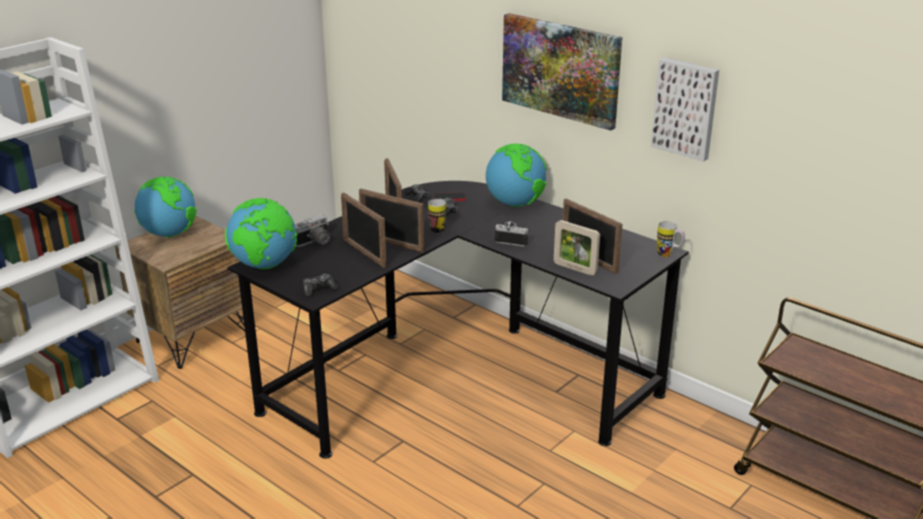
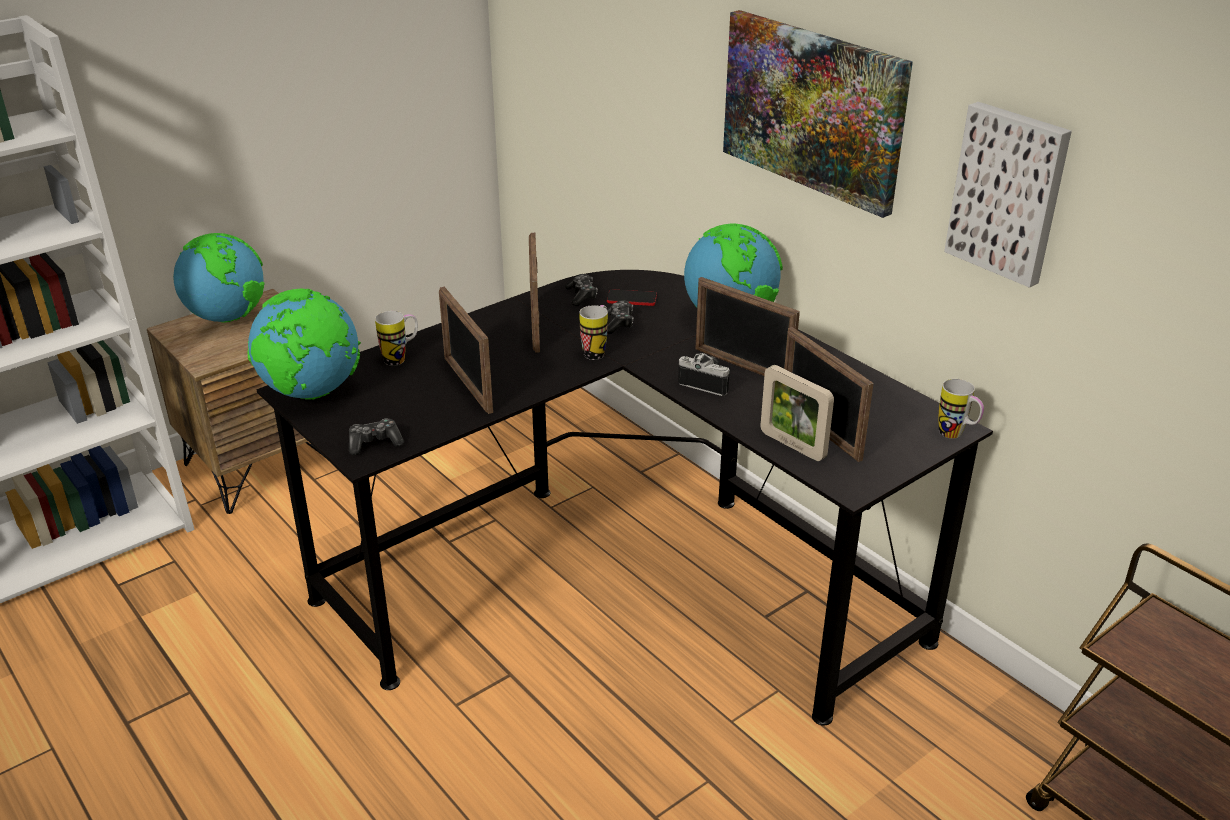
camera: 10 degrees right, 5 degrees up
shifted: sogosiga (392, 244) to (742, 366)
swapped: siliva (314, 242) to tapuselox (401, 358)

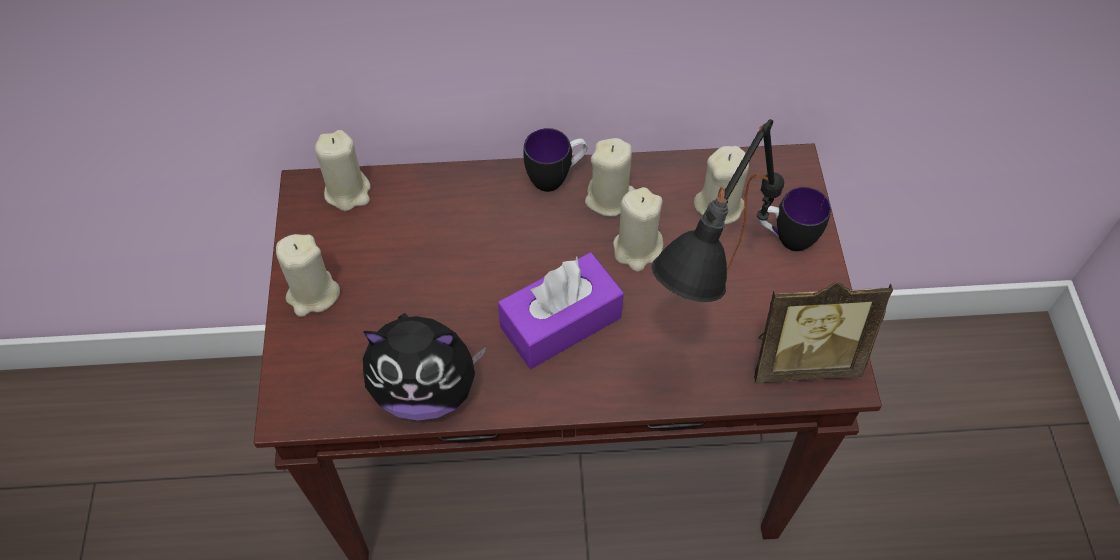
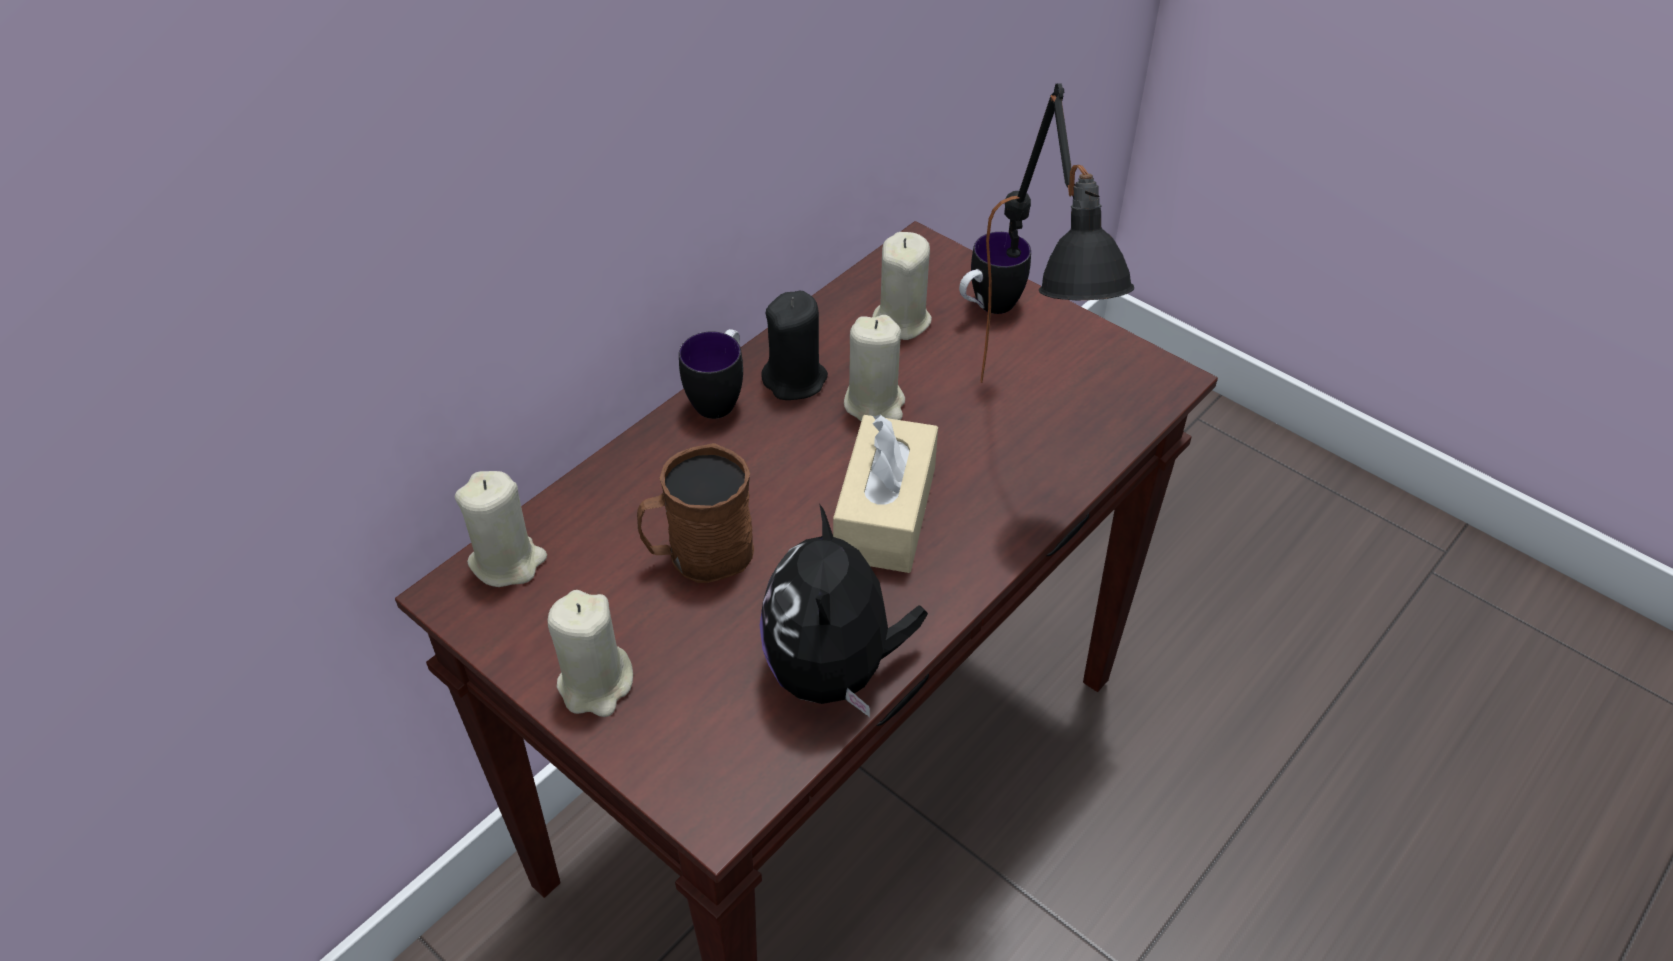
camera: 45 degrees left, 10 degrees down
gone: sogosiga (802, 360)
new: tapuselox (brown) (699, 554)
repainted: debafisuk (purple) (560, 322) to debafisuk (beige) (885, 513); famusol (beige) (610, 198) to famusol (black) (795, 380)
rotated: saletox (426, 389) = (834, 671) 135 degrees clockwise

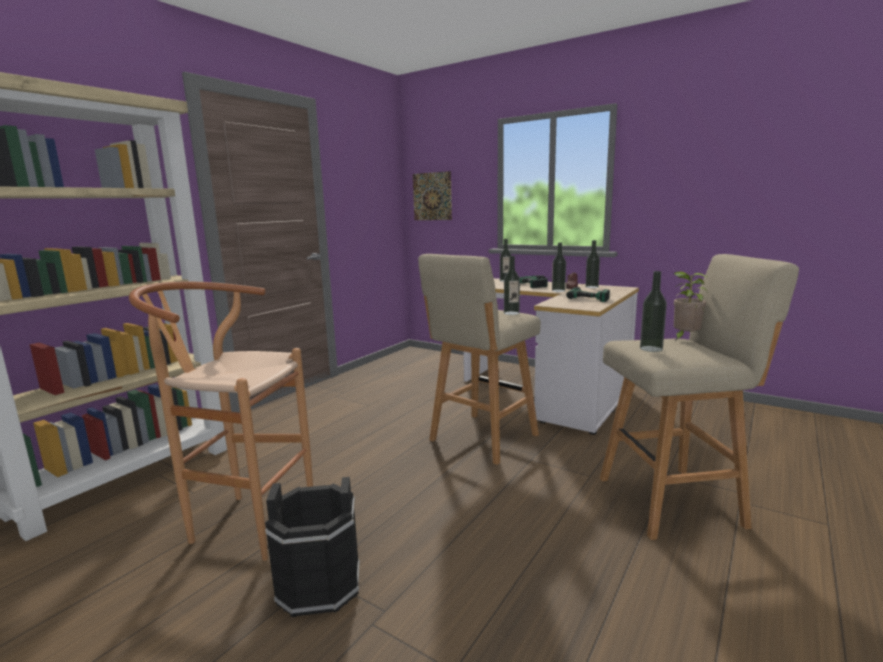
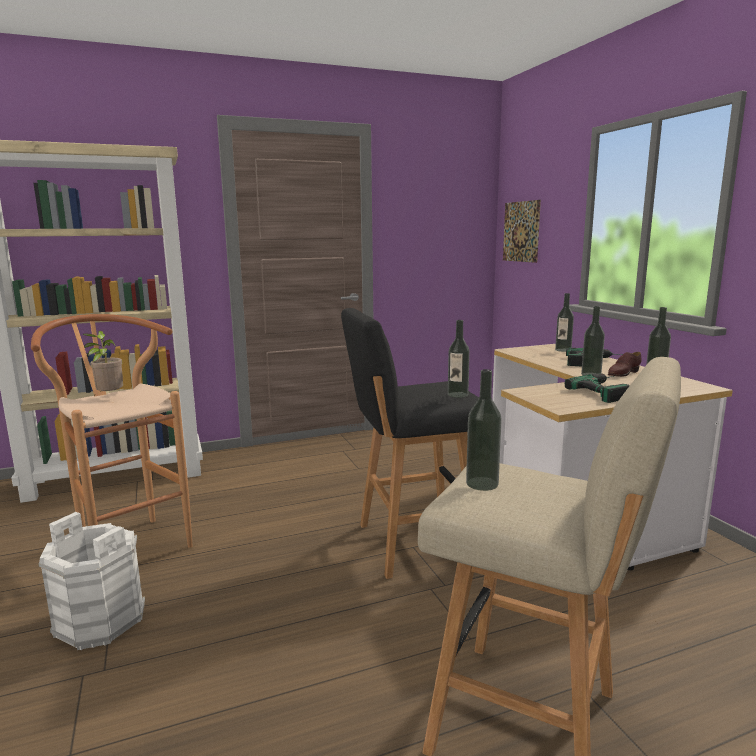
camera: 35 degrees right, 0 degrees up
shifted: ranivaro (684, 338) to (109, 397)
repainted: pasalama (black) (319, 584) to pasalama (white) (101, 620); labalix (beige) (481, 439) to labalix (black) (412, 543)

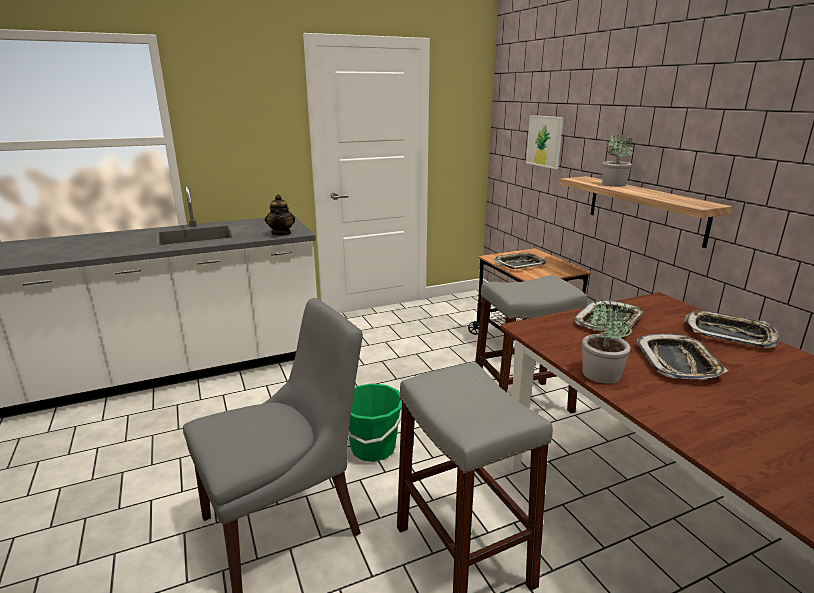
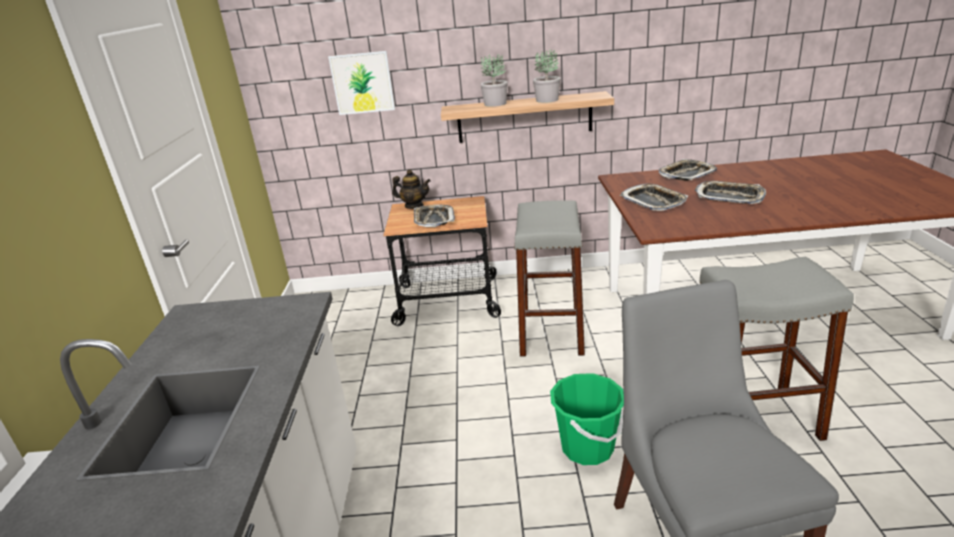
camera: 65 degrees left, 5 degrees up
shifted: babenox (281, 233) to (414, 206); ranivaro (601, 374) to (547, 100)

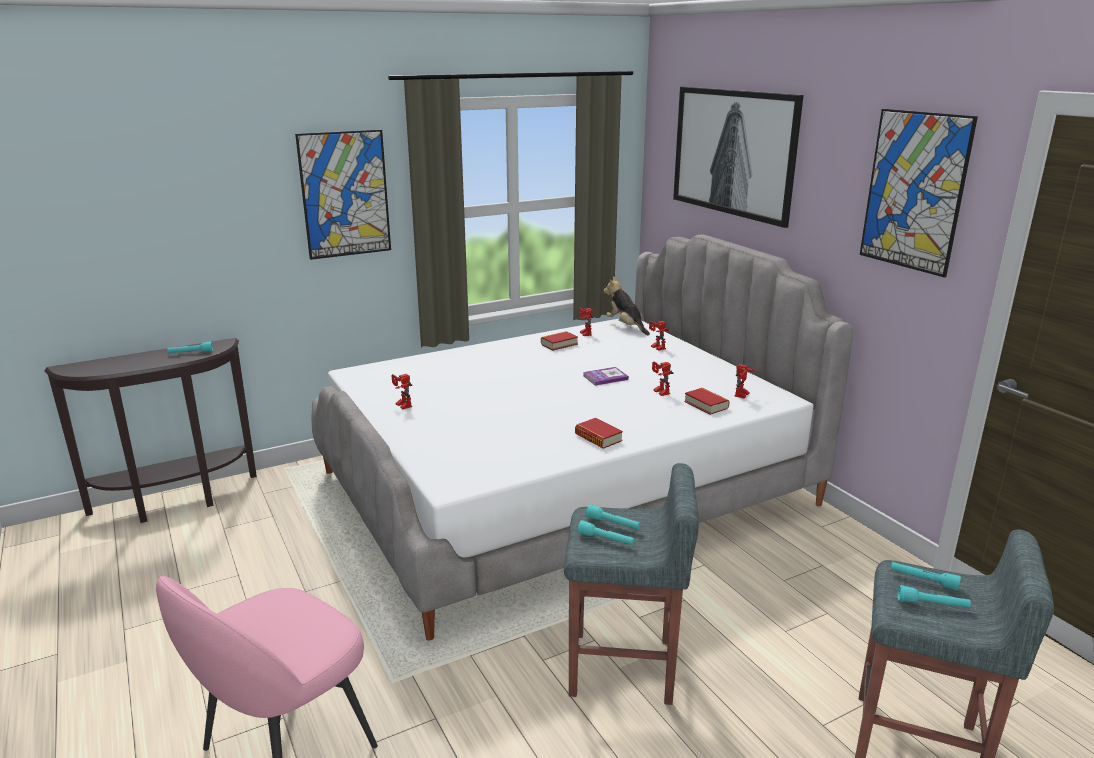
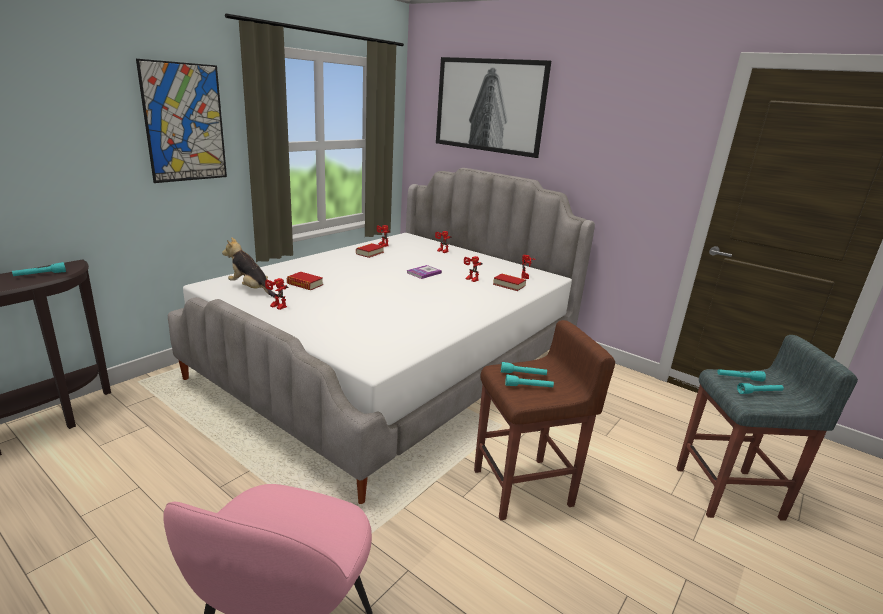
camera: 25 degrees left, 0 degrees up
gone: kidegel (914, 191)
shifted: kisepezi (598, 437) to (305, 284); saletox (625, 326) to (251, 289)
repainted: labalix (grey) (623, 668) to labalix (brown) (524, 487)

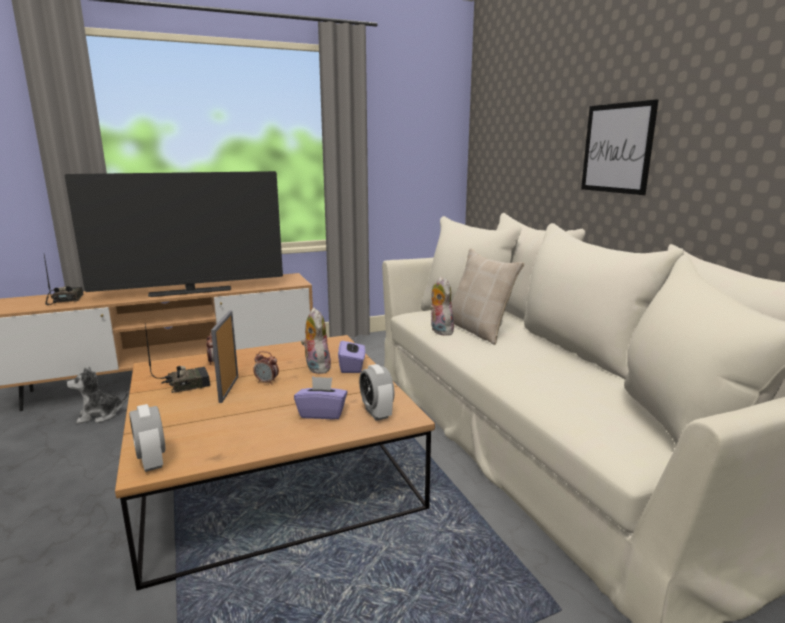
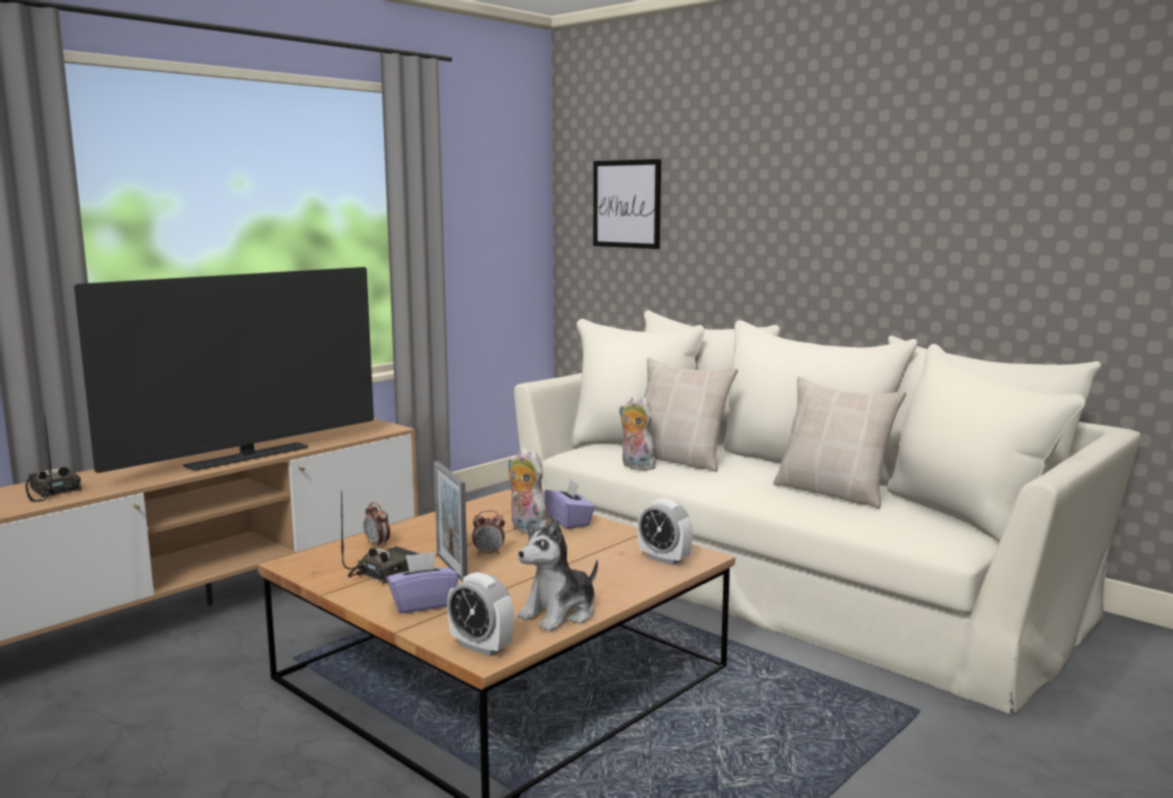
camera: 25 degrees left, 5 degrees down
new: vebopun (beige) (833, 492)
shifted: saletox (100, 415) to (560, 613); debafisuk (purple) (322, 413) to (423, 604); kidegel (617, 148) to (626, 204)

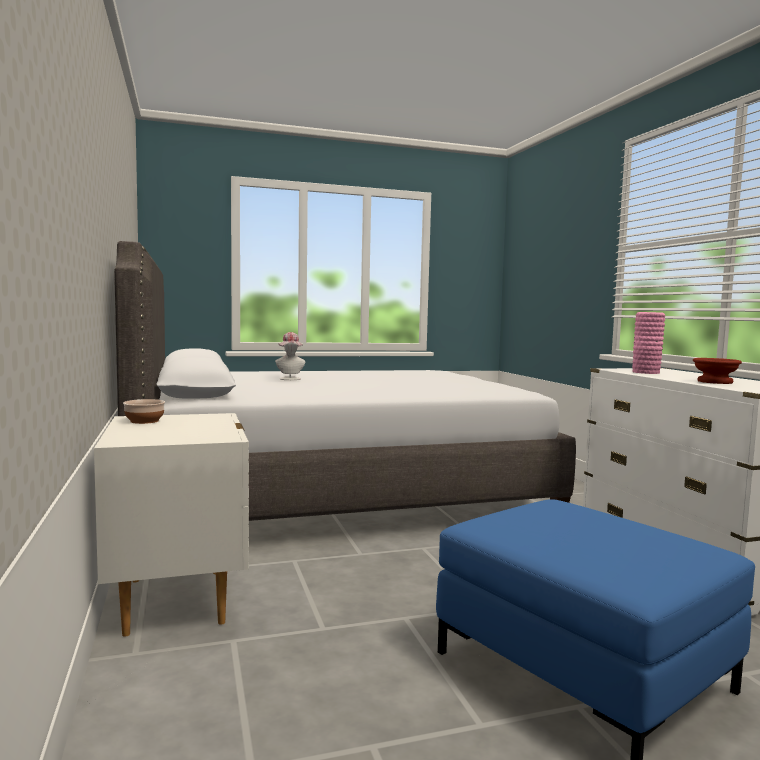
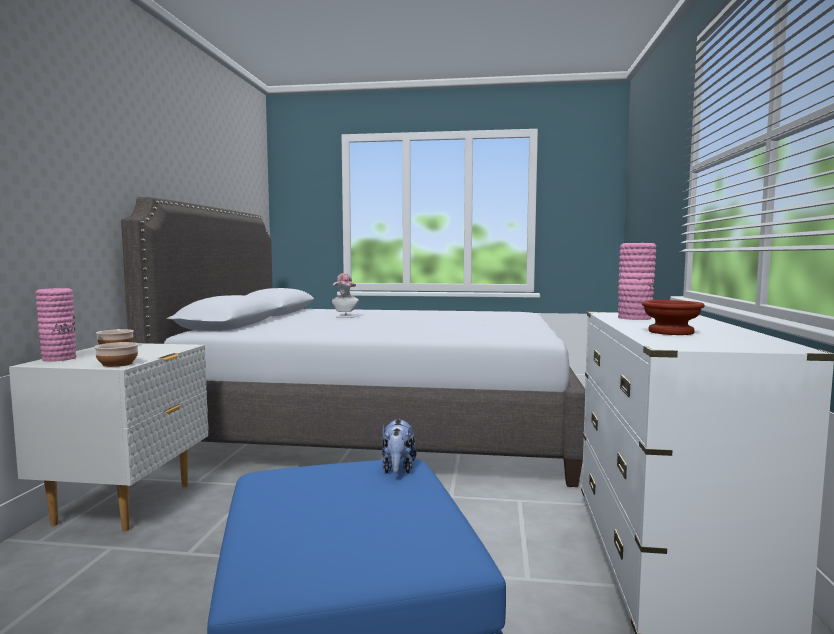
camera: 25 degrees right, 0 degrees up
new: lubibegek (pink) (59, 358); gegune (118, 364); saletox (398, 469)

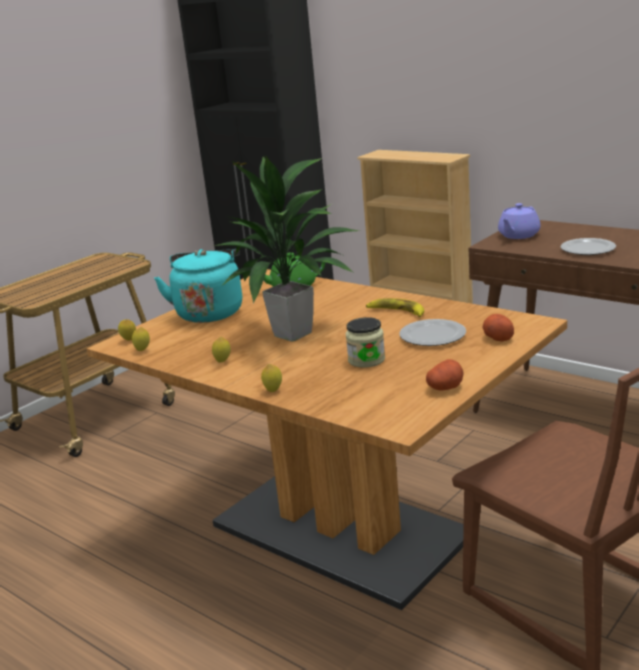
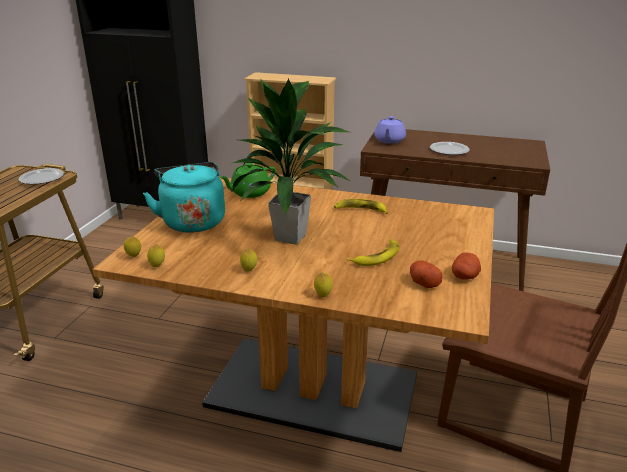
camera: 25 degrees left, 5 degrees up
shifted: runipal (432, 336) to (42, 178); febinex (498, 337) to (423, 282)
swapped: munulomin (366, 360) to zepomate (377, 256)

